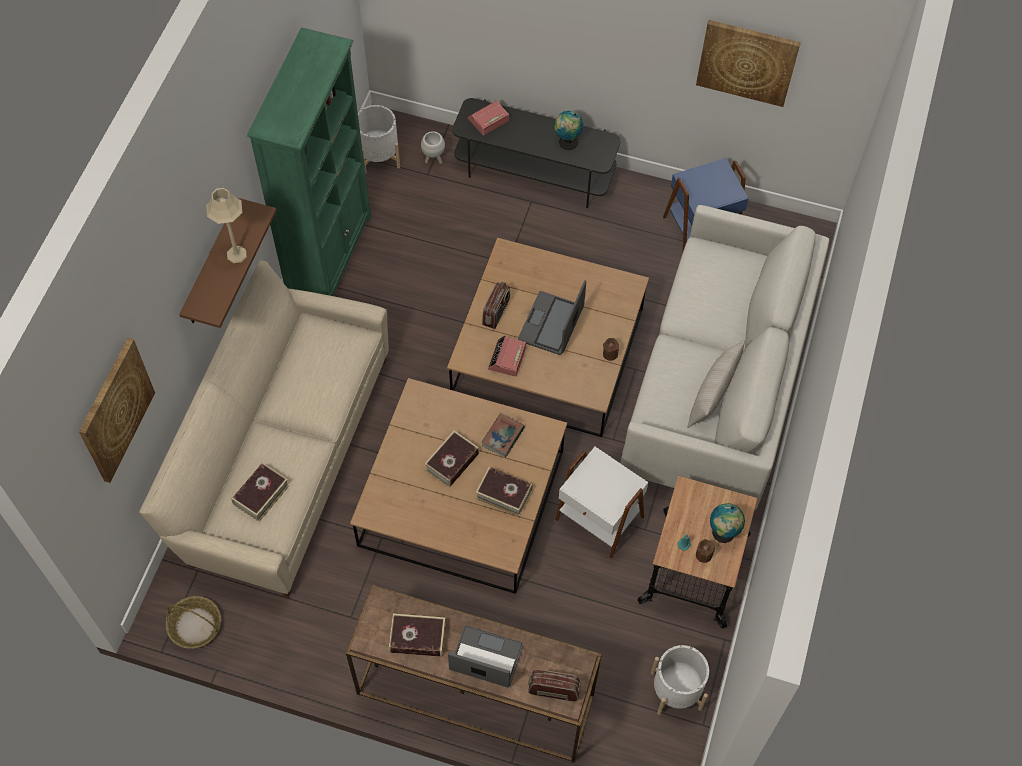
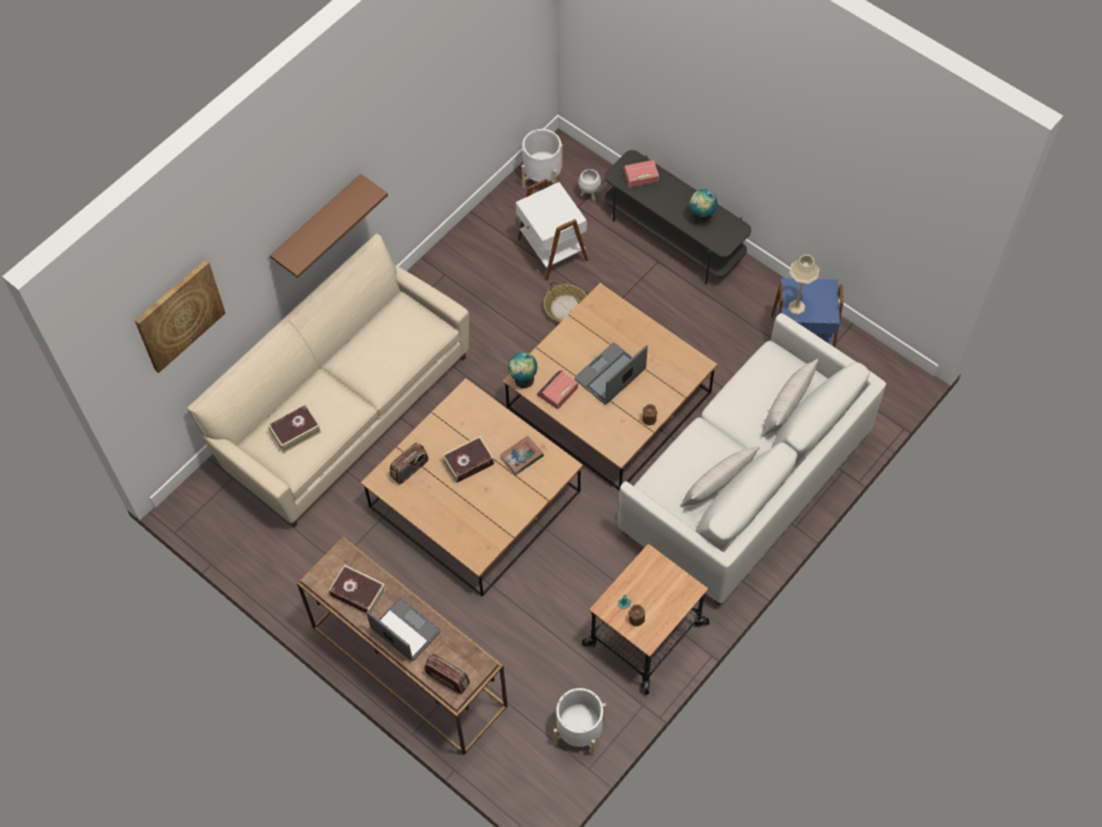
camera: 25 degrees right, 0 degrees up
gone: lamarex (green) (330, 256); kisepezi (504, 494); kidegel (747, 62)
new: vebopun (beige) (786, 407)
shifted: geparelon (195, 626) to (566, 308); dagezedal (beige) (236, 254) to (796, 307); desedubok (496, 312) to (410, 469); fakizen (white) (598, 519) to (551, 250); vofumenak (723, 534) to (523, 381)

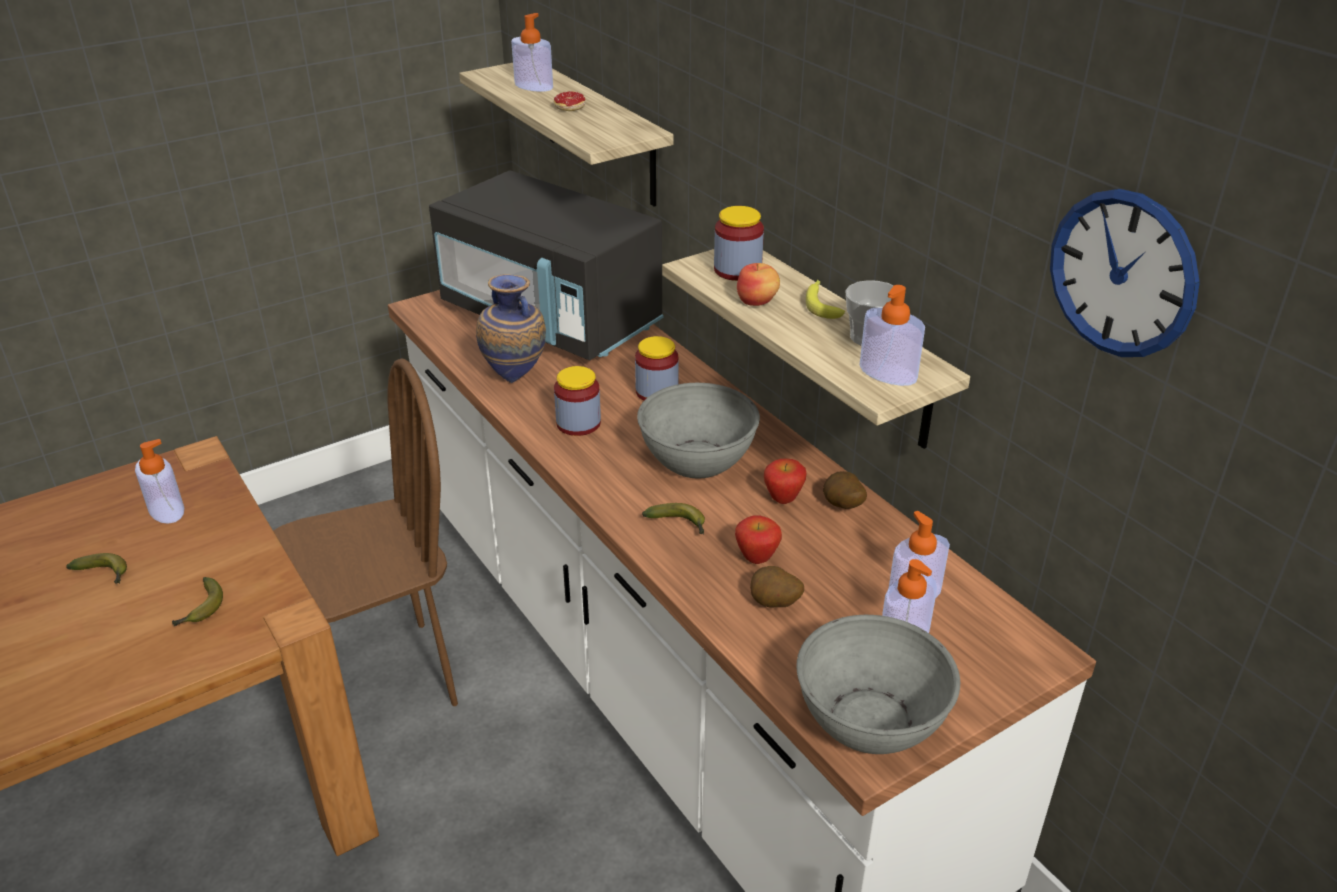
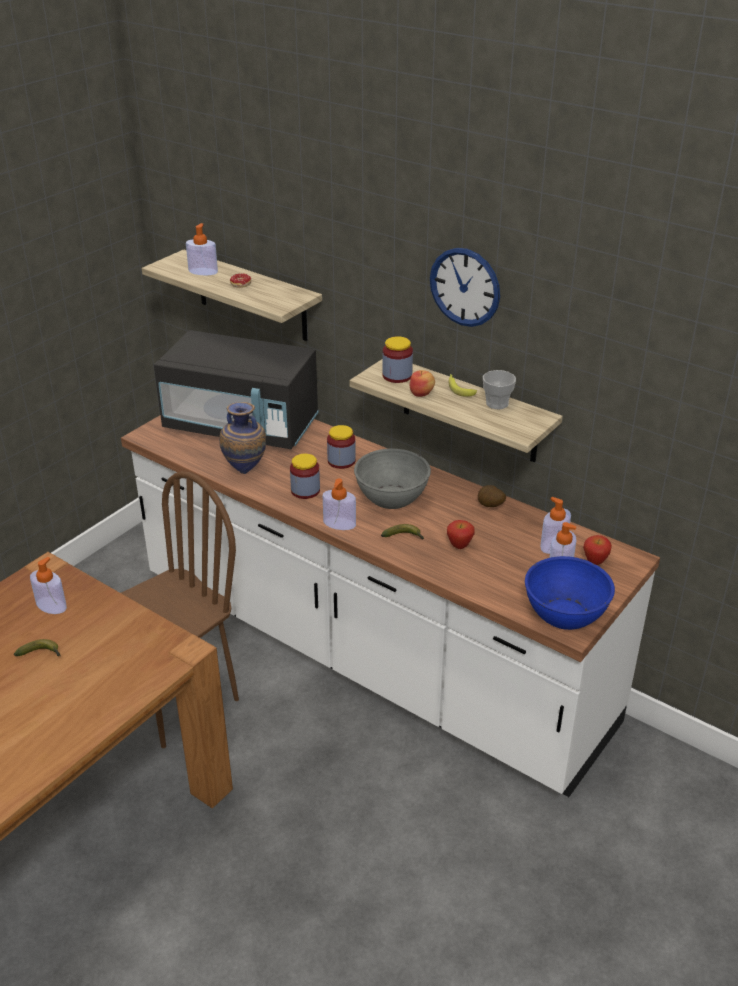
camera: 20 degrees left, 0 degrees up
gone: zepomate (201, 609); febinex (774, 605)
shifted: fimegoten (783, 499) to (595, 562); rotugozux (888, 373) to (339, 523); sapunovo (1122, 274) to (465, 287)
repainted: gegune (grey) (870, 720) to gegune (blue) (565, 614)

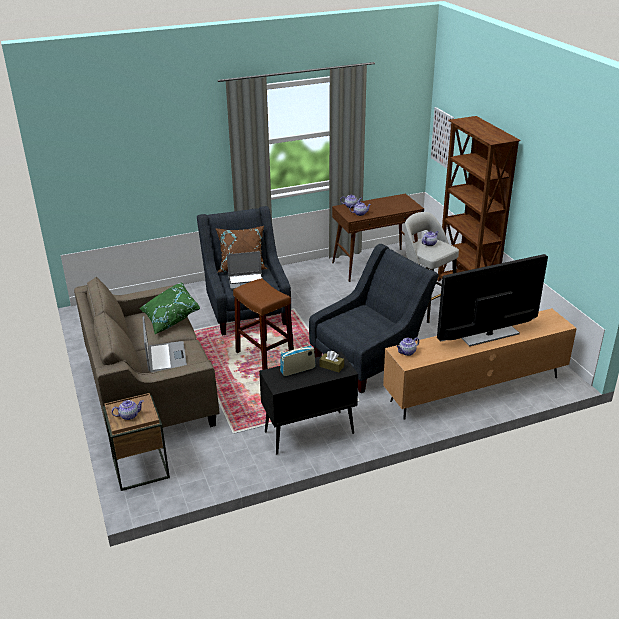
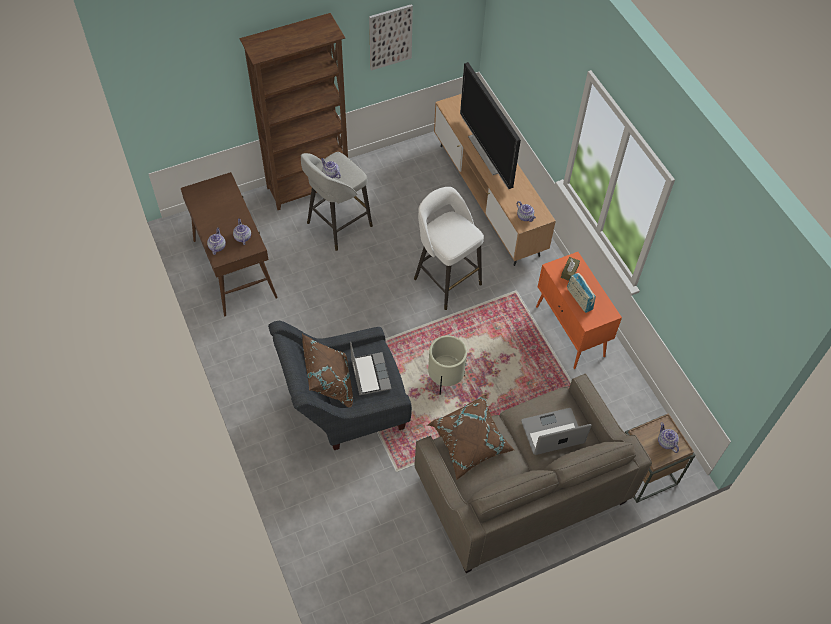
camera: 95 degrees left, 25 degrees up
shifted: kidegel (442, 138) to (390, 37)
swapped: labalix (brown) (264, 356) to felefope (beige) (445, 379); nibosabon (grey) (370, 360) to labalix (white) (446, 280)
repainted: vebopun (green) (170, 318) to vebopun (brown) (470, 443); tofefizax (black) (308, 433) to tofefizax (orange) (570, 332)

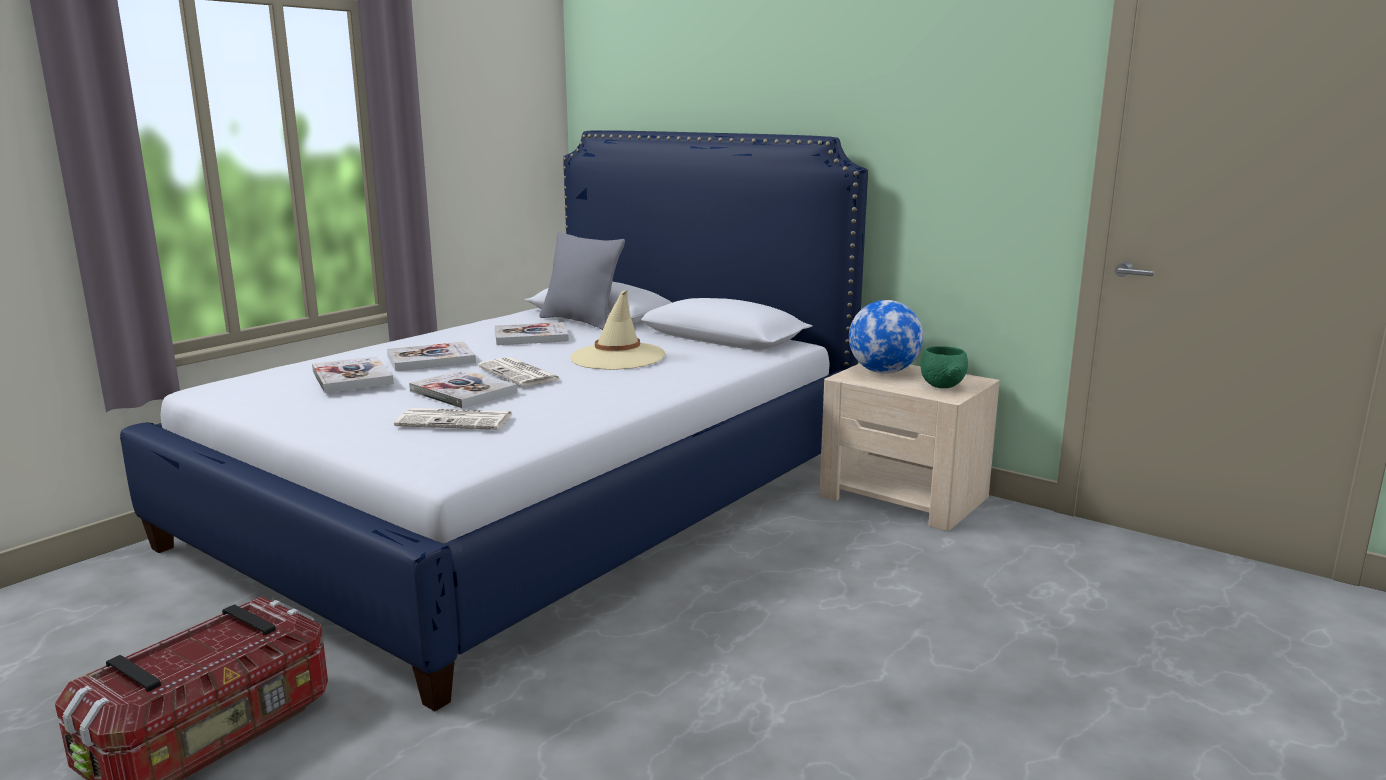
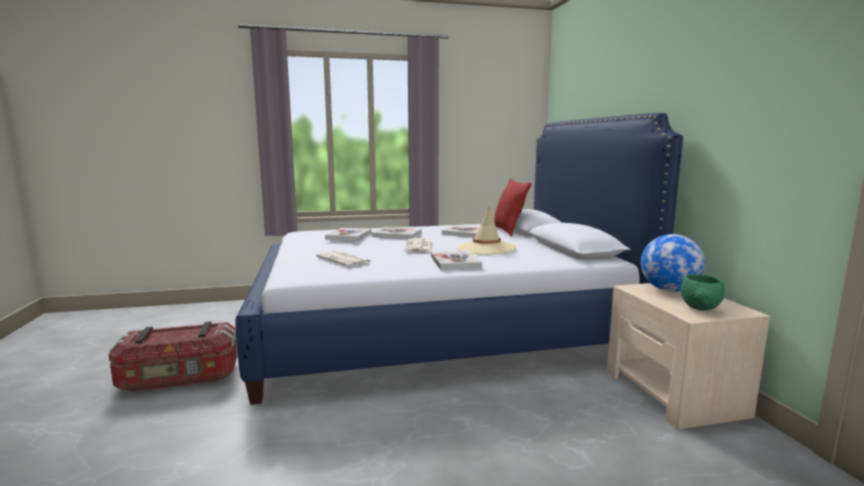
camera: 40 degrees right, 5 degrees down
shifted: kisepezi (463, 392) to (455, 262)
repainted: vebopun (grey) (581, 321) to vebopun (red) (508, 231)

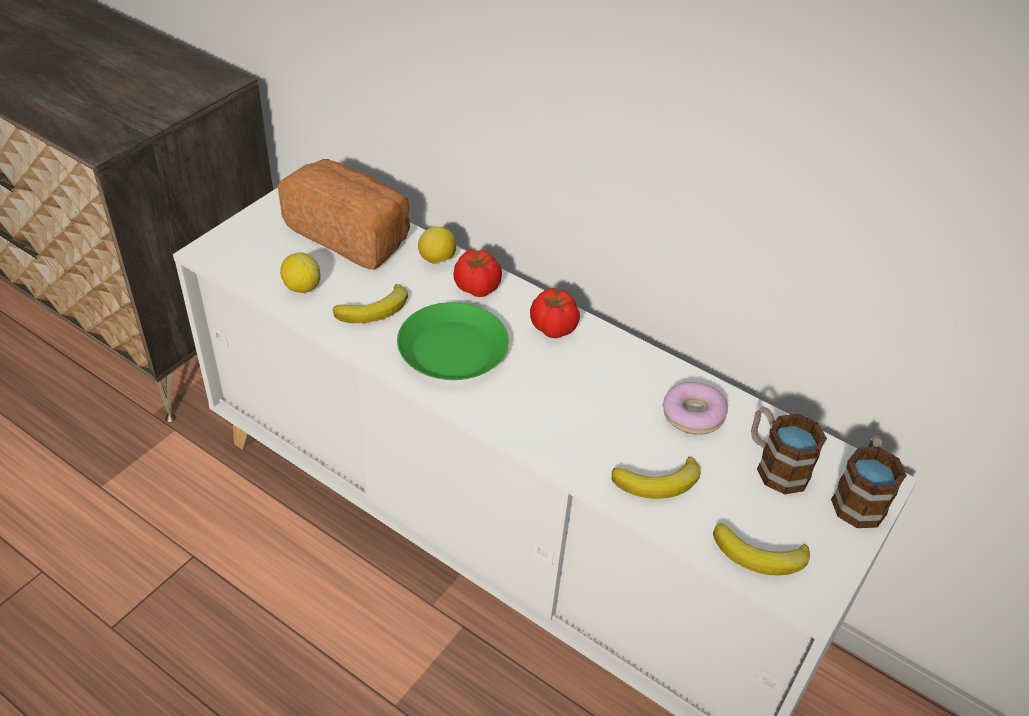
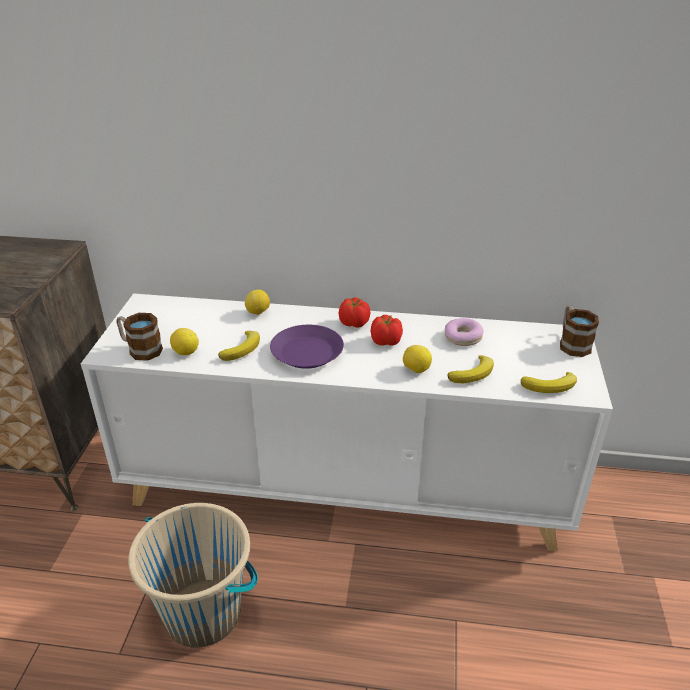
camera: 25 degrees left, 10 degrees down
gone: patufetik (351, 234)
new: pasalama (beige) (203, 613); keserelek (416, 370)
shifted: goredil (477, 288) to (386, 342); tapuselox (775, 465) to (140, 349)
repainted: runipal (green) (454, 351) to runipal (purple) (308, 353)

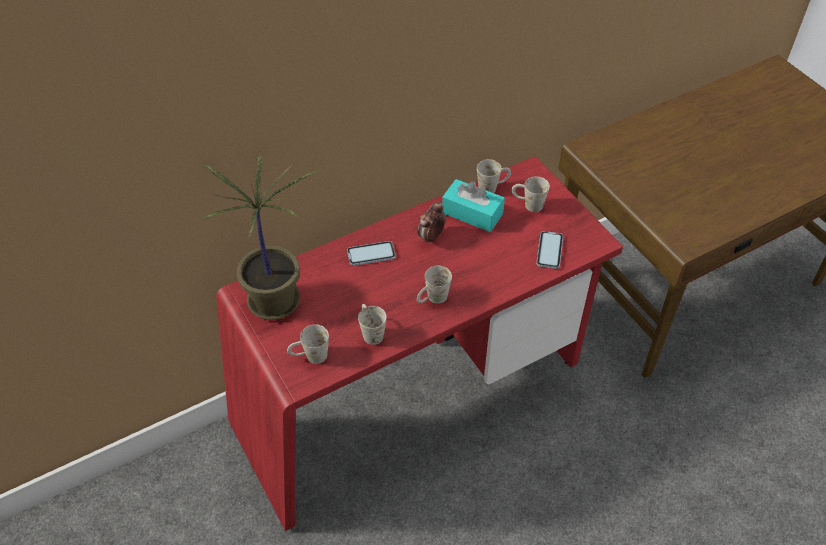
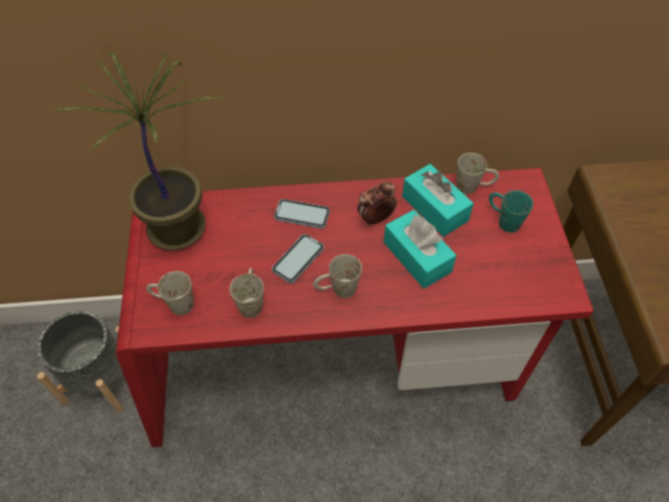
camera: 25 degrees right, 5 degrees up
new: felefope (grey) (101, 380); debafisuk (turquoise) (417, 257)
shifted: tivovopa (549, 251) to (298, 259)
repainted: tapuselox (white) (527, 204) to tapuselox (turquoise) (503, 220)

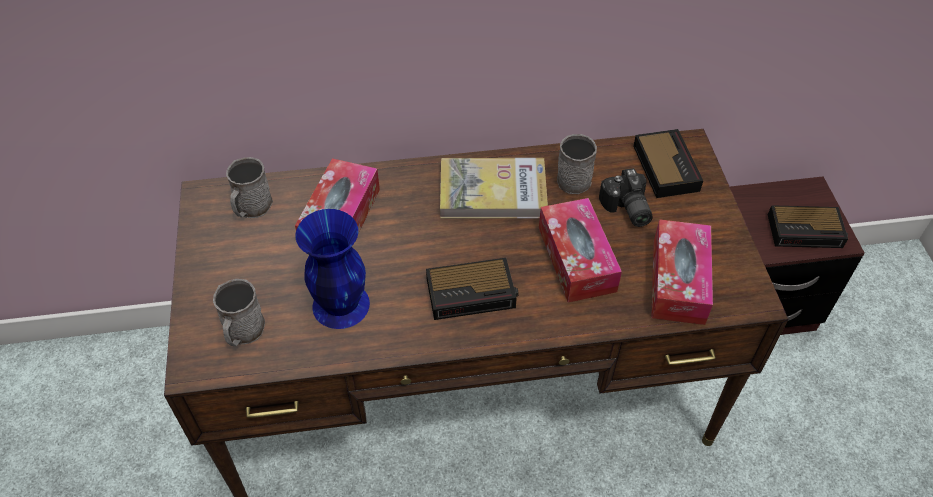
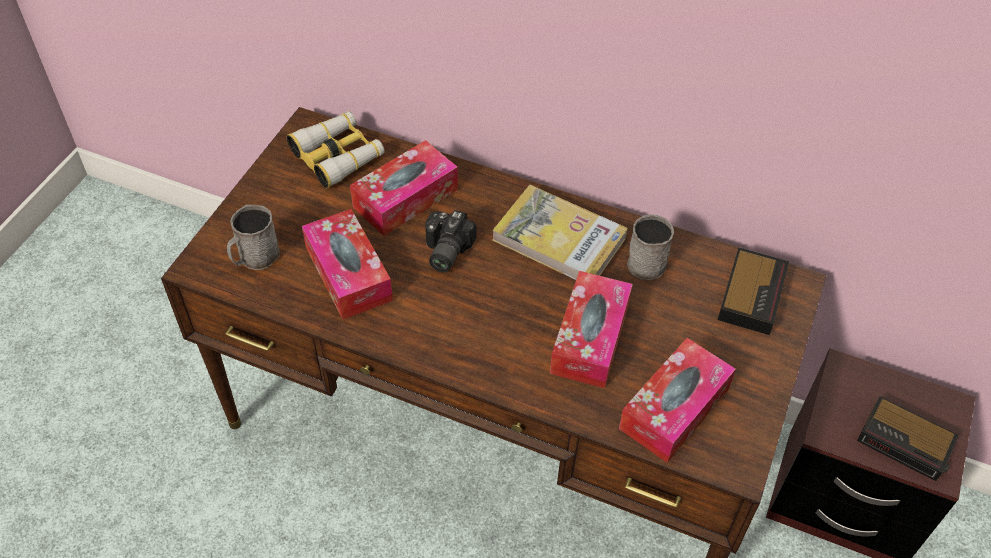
camera: 30 degrees right, 0 degrees up
gone: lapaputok (472, 293)
shifted: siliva (626, 209) to (444, 251)
swapped: tapuselox (grey) (251, 208) to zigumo (338, 156); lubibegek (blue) (340, 304) to debafisuk (348, 274)

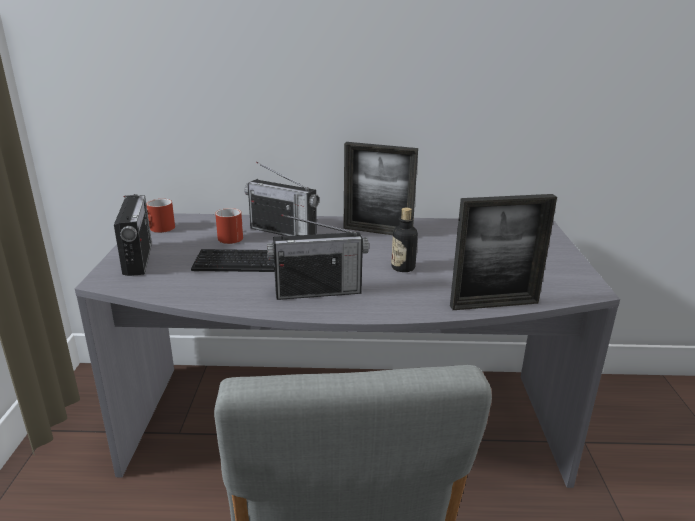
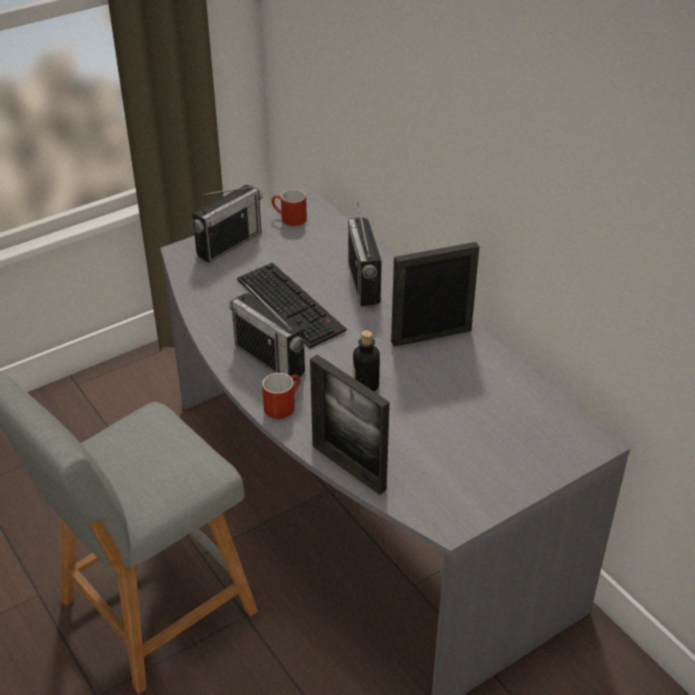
camera: 55 degrees right, 15 degrees up
shifted: tapuselox (red) (229, 237) to (283, 404)
rotated: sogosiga (377, 231) = (431, 336) 90 degrees clockwise

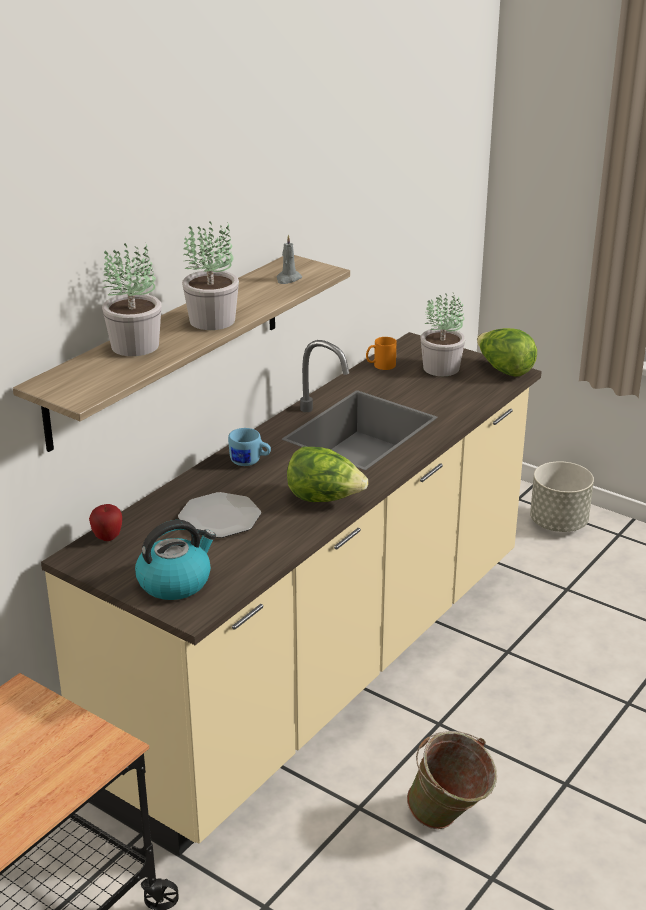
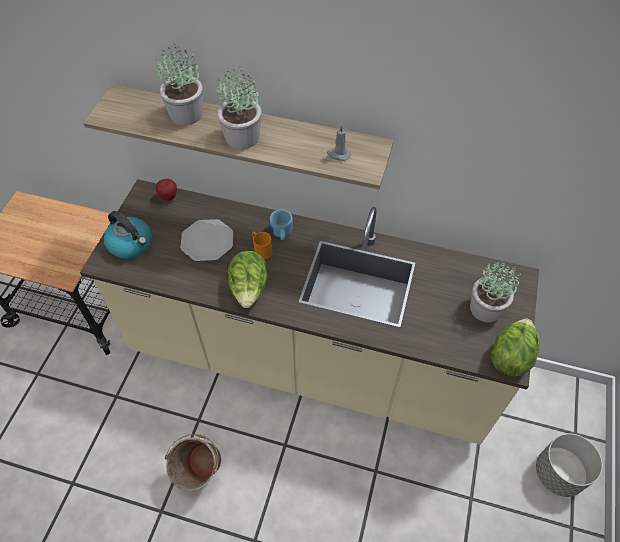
camera: 70 degrees right, 25 degrees up
shifted: tapuselox (orange) (380, 366) to (260, 250)

